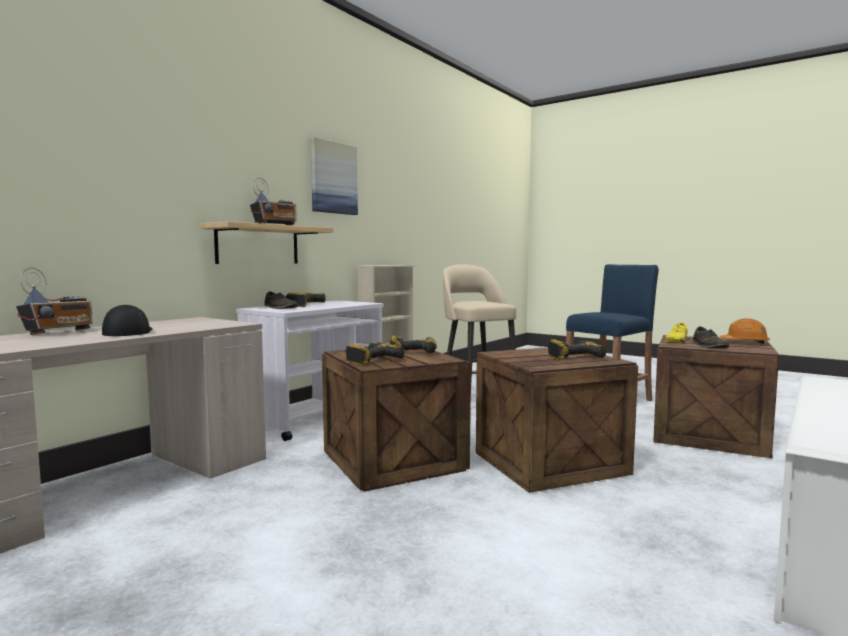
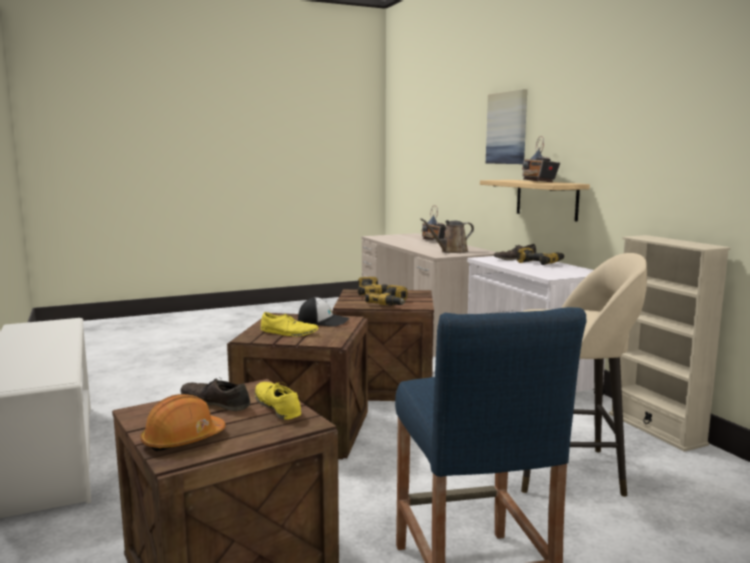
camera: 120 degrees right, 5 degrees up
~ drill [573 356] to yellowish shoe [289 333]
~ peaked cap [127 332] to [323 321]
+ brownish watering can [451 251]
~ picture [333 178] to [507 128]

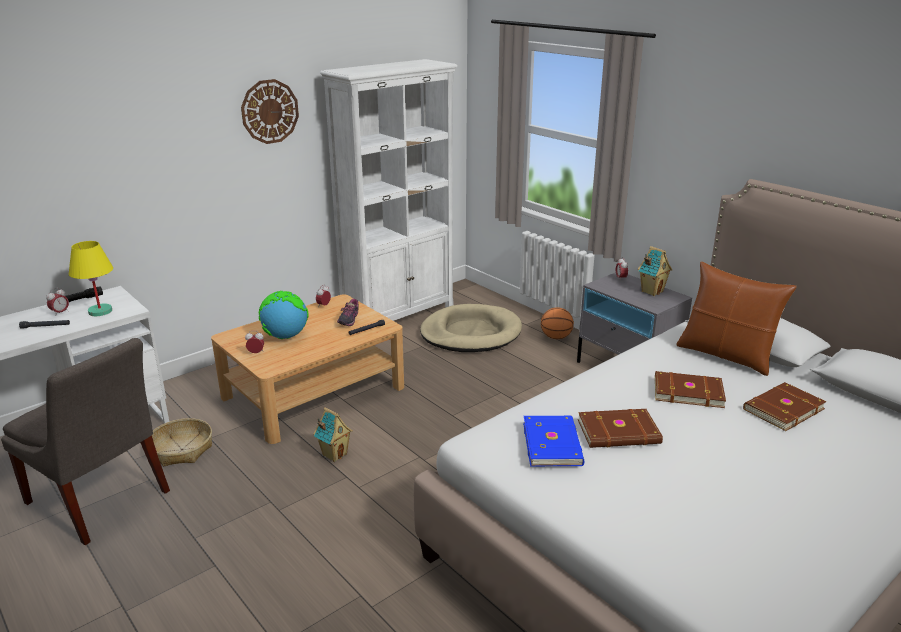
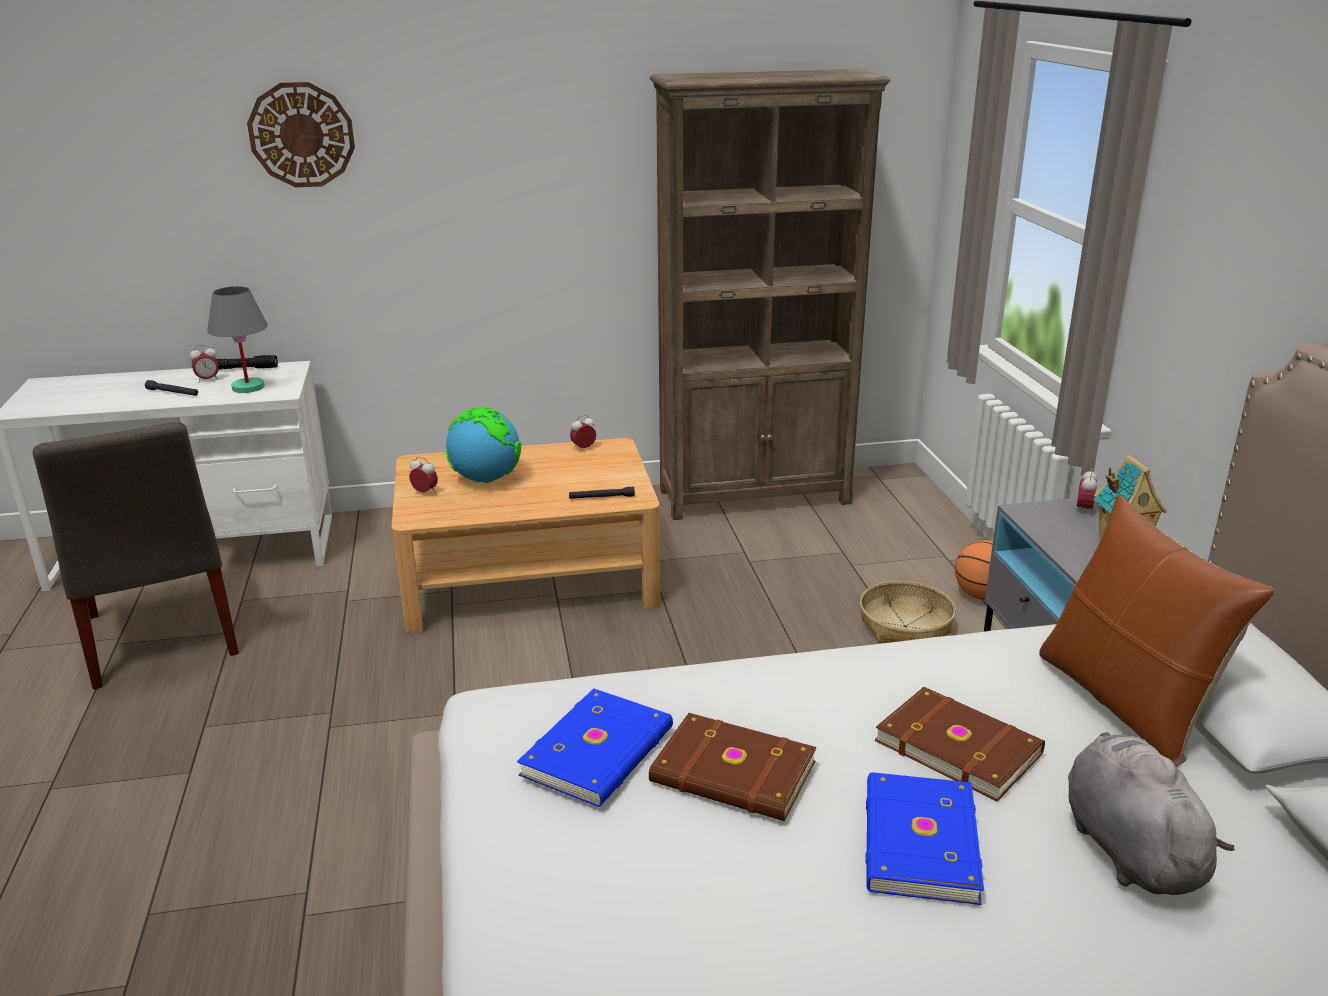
camera: 30 degrees right, 0 degrees up
~ yellowish tabletop lamp [100 311] to grey tabletop lamp [248 387]
~ wall clock [270 111] to [301 135]
~ white bookshelf [399 315] to brownish bookshelf [755 496]
~ storage basket [182 449] to [905 626]
+ blue book [917 843]
~ brownish book [782 408] to grey cuddly toy [1128 846]
- model house [334 454]
- shoe [348 321]
- sand-coloured pet bed [471 333]

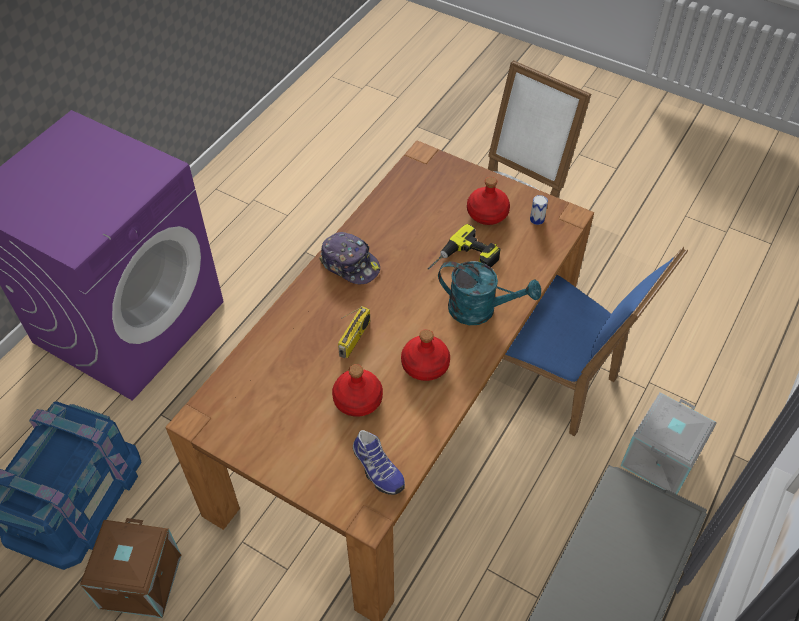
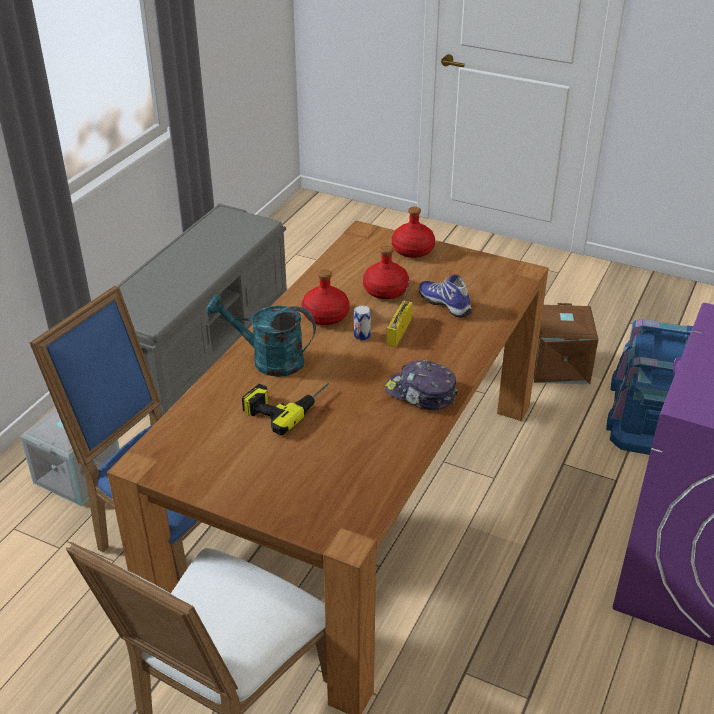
camera: 175 degrees right, 15 degrees down
~ sealed can [537 219] to [362 335]
~ red drink bottle [487 214] to [413 250]
~ shoe [376 469] to [445 304]

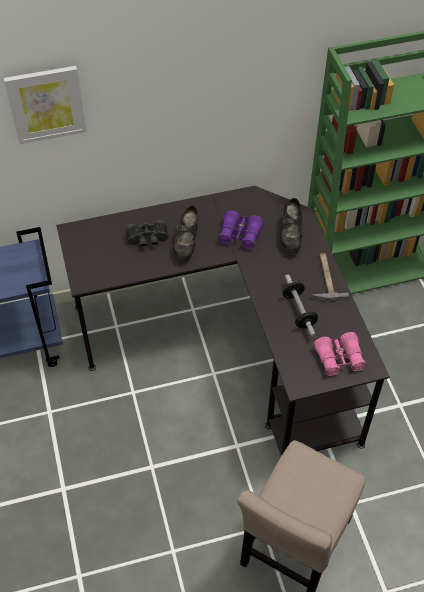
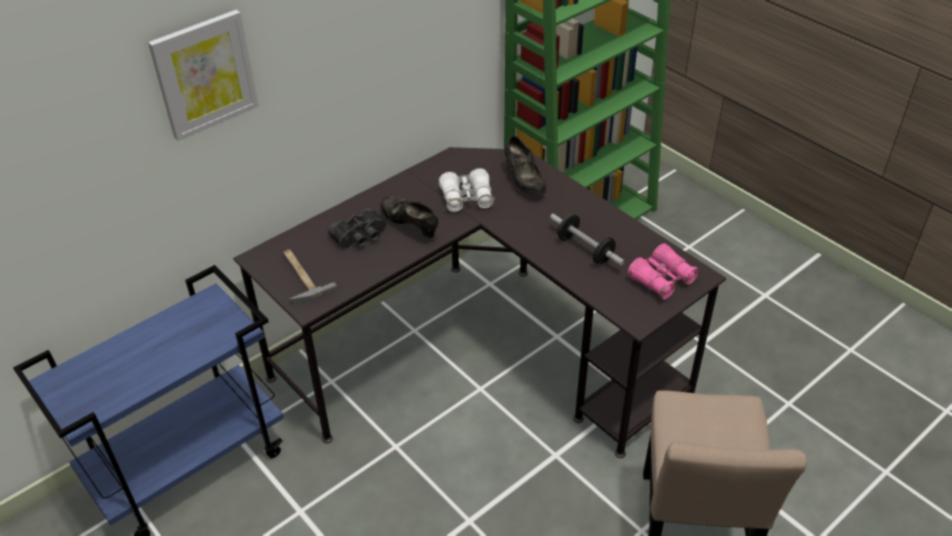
camera: 25 degrees left, 10 degrees down
~ hammer [325 278] to [300 276]
~ black-coloured shoe [186 243] = [410 226] 150 degrees clockwise
~ purple-coloured pair of binoculars [240 235] to white pair of binoculars [467 198]

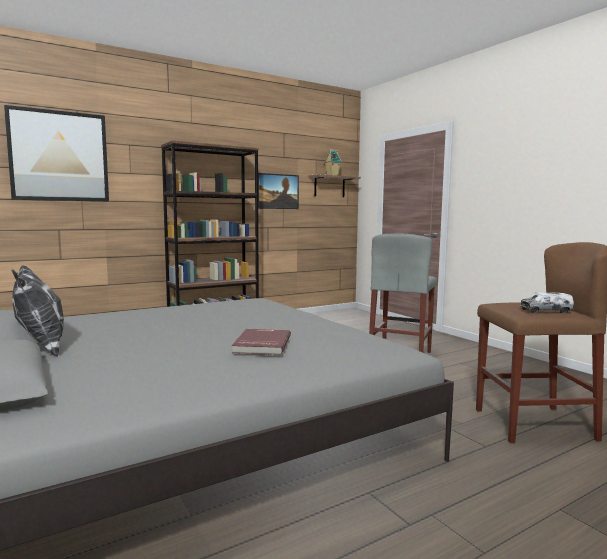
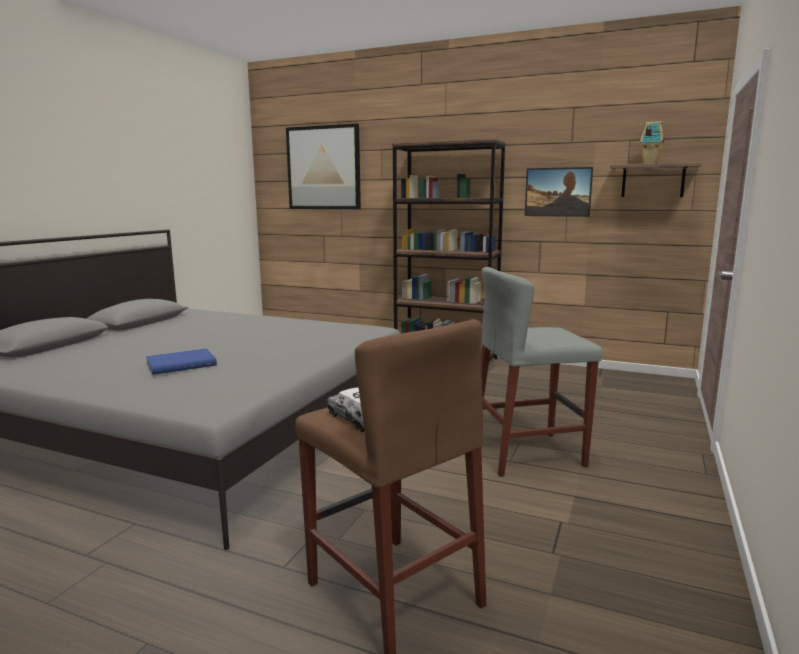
camera: 55 degrees right, 5 degrees up
~ red book [261 344] to blue book [181 364]
- cushion [41 348]

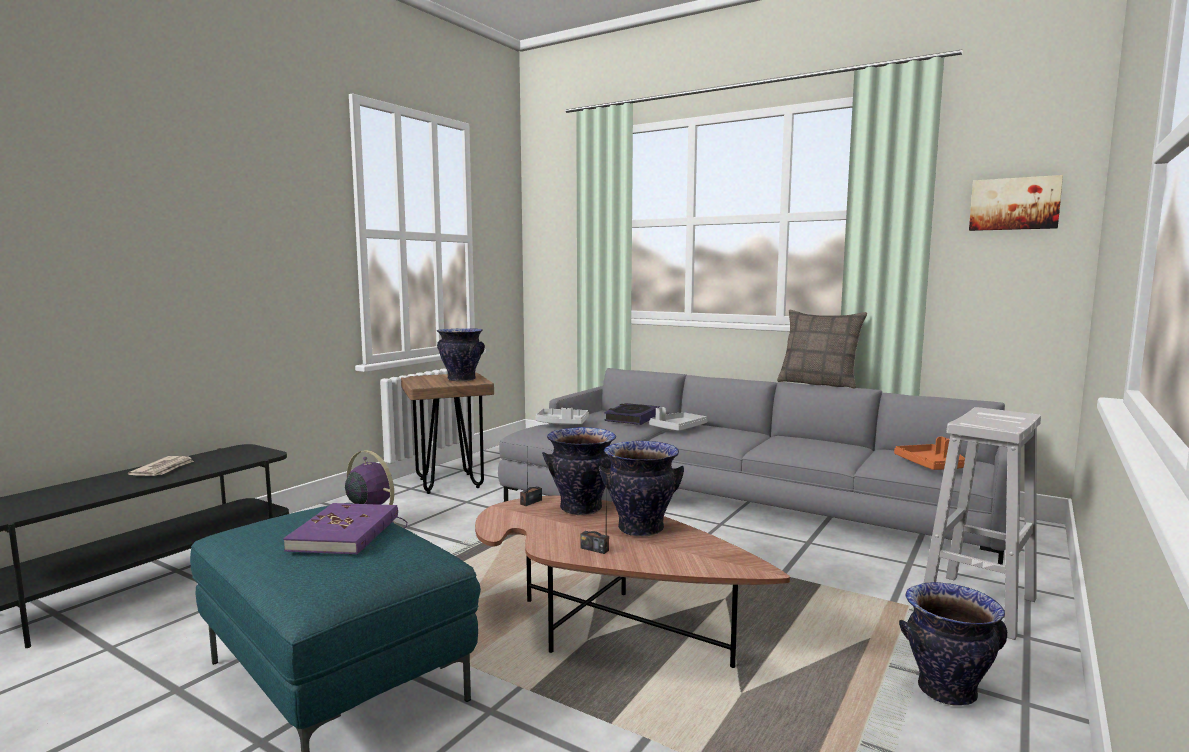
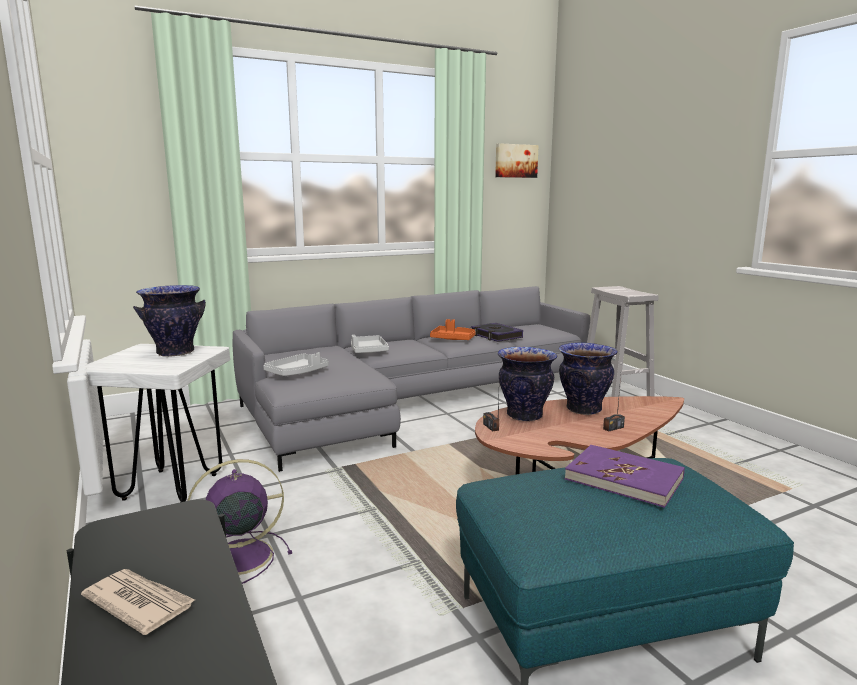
camera: 60 degrees left, 5 degrees up
~ brownish sitting stool [449 483] to white sitting stool [171 486]
~ orange-coloured serving tray [931 465] to [453 339]
~ book [632 418] to [496 336]
- cushion [819 383]
- vase [946 691]

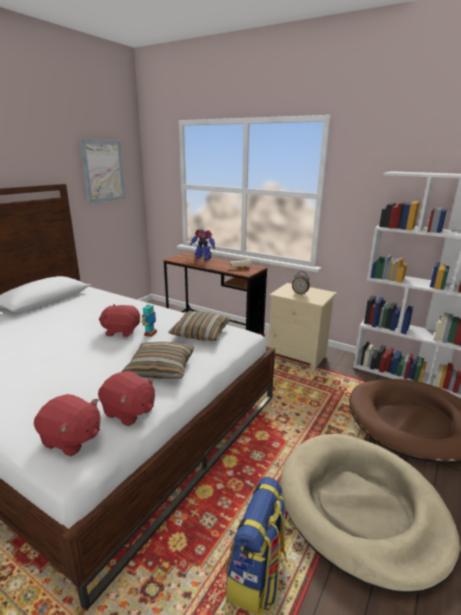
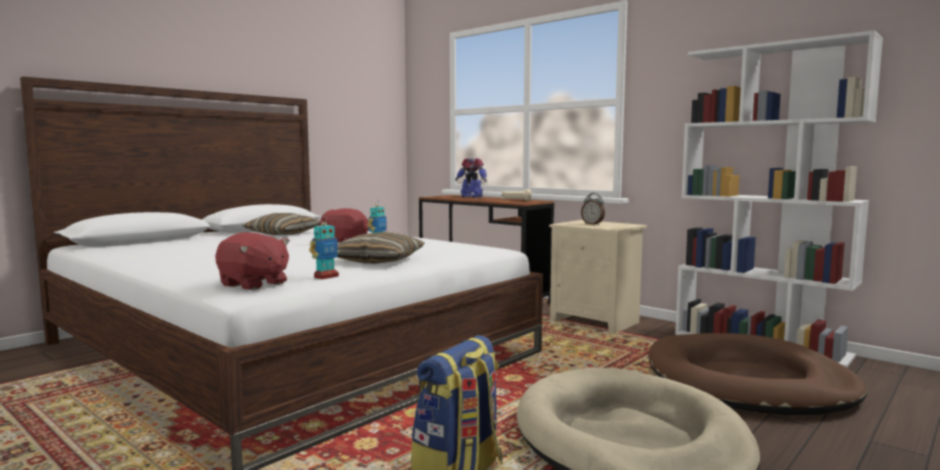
camera: 10 degrees right, 15 degrees down
~ cushion [201 333] to [283 233]
~ red cuddly toy [129 412] to robot figure [326 277]
- picture [103 171]

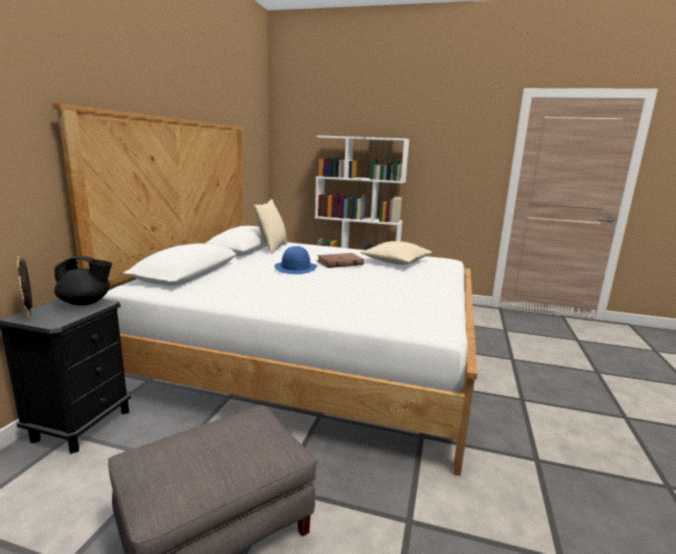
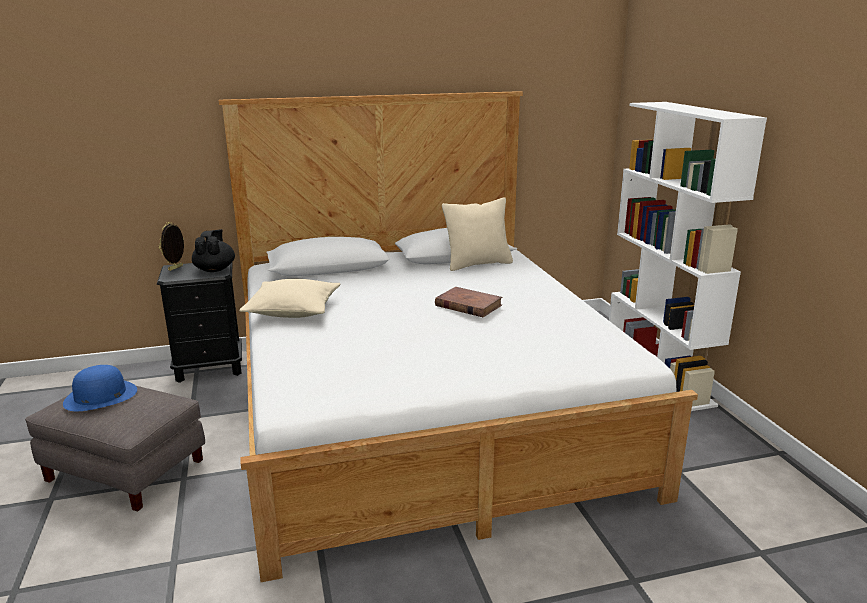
camera: 60 degrees right, 5 degrees up
~ blue hat [296 268] to [100 396]
~ black-coloured pot for tea [86 302] = [215 269] 150 degrees counterclockwise
~ sand-coloured cushion [396 262] to [293 310]

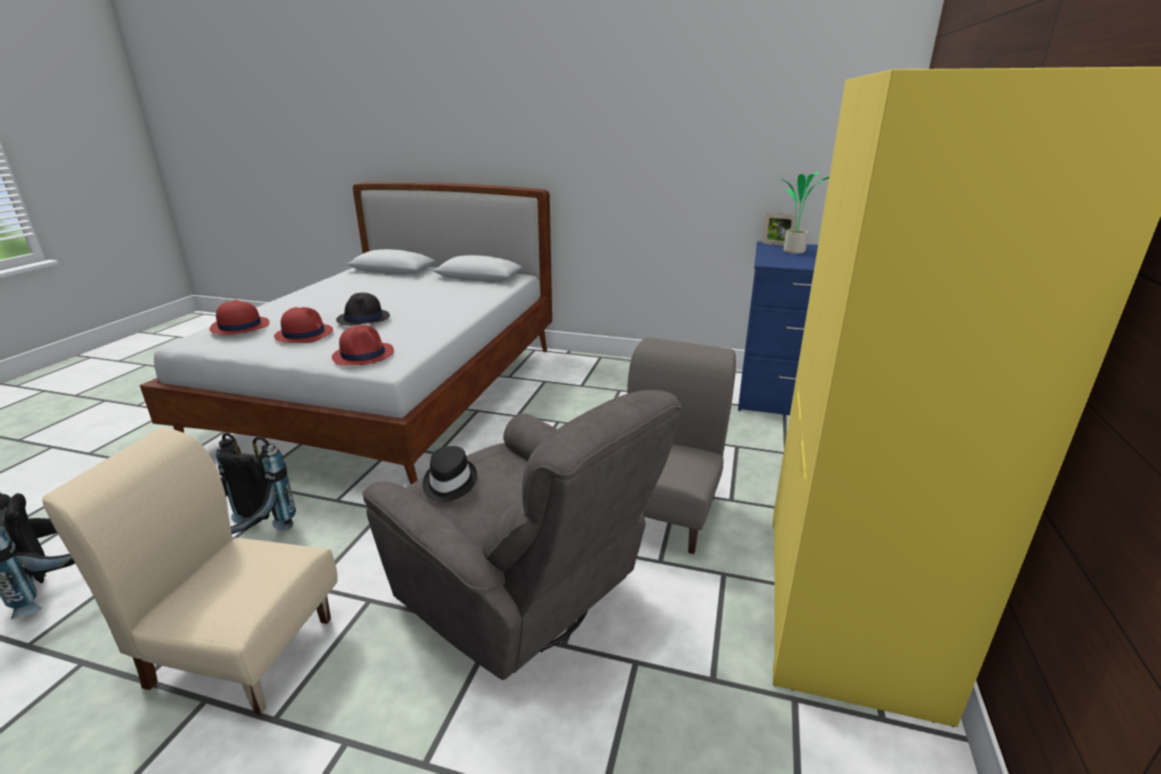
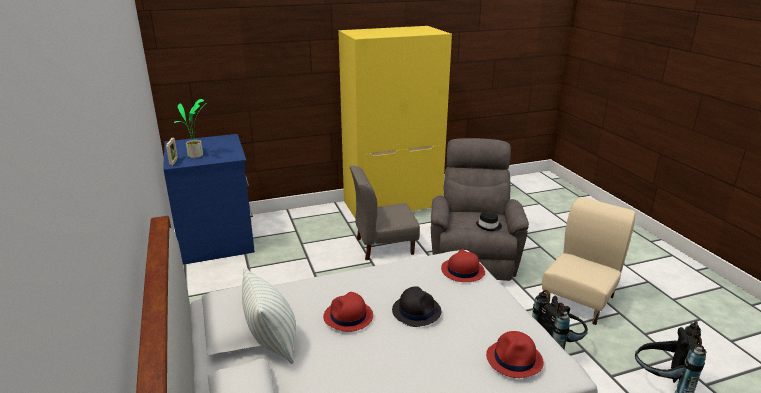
camera: 125 degrees left, 0 degrees up
+ cushion [272 342]
~ red hat [304 334] to [348 317]
~ sand-coloured plain chair [241 650] = [579 301] 120 degrees counterclockwise

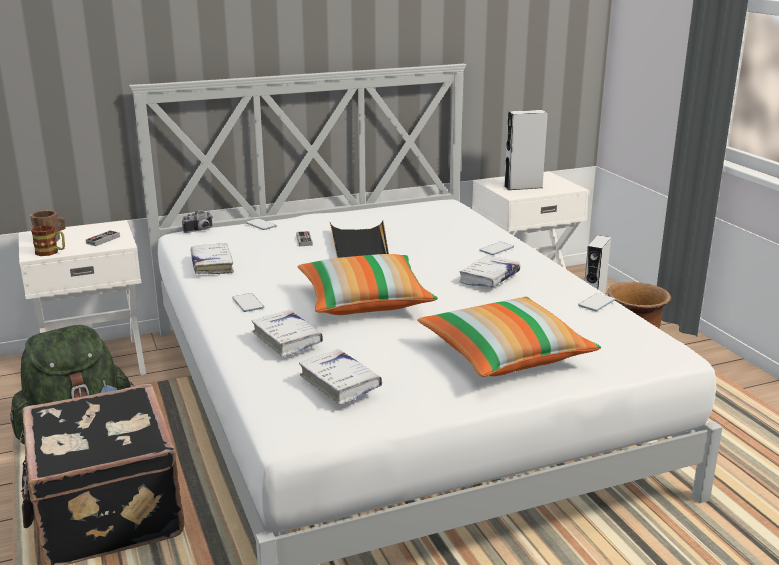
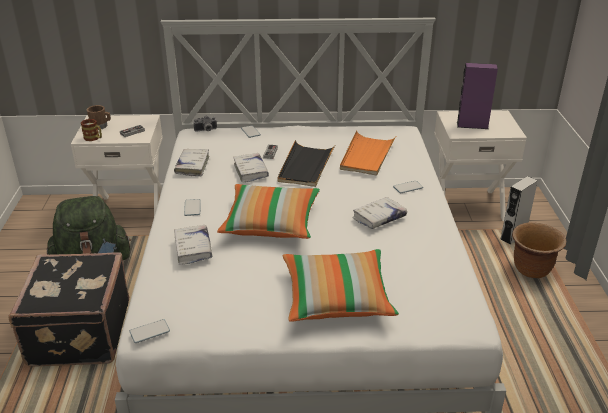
camera: 20 degrees right, 10 degrees up
~ telephone [596 303] to [149 332]
~ white book [340 383] to [251 171]
+ orange-coloured serving tray [367 156]
~ grey speaker [523 187] to purple-coloured speaker [472 125]

